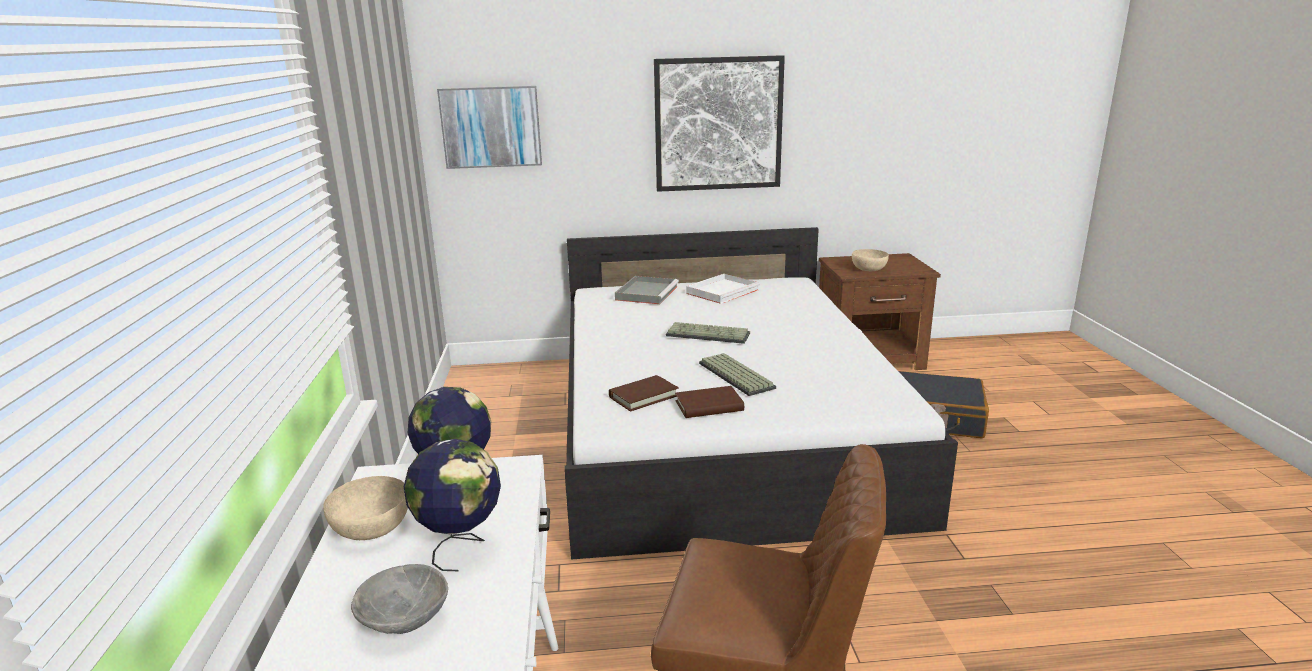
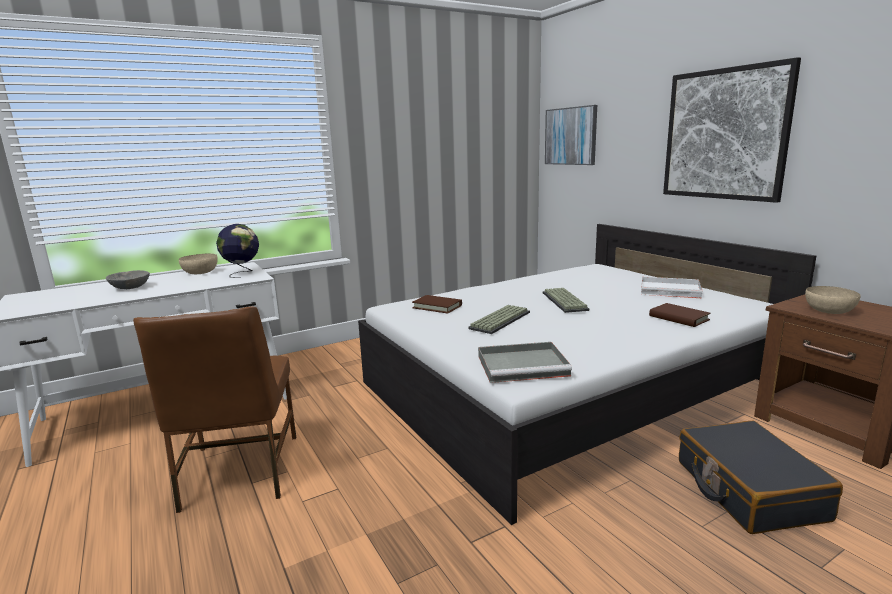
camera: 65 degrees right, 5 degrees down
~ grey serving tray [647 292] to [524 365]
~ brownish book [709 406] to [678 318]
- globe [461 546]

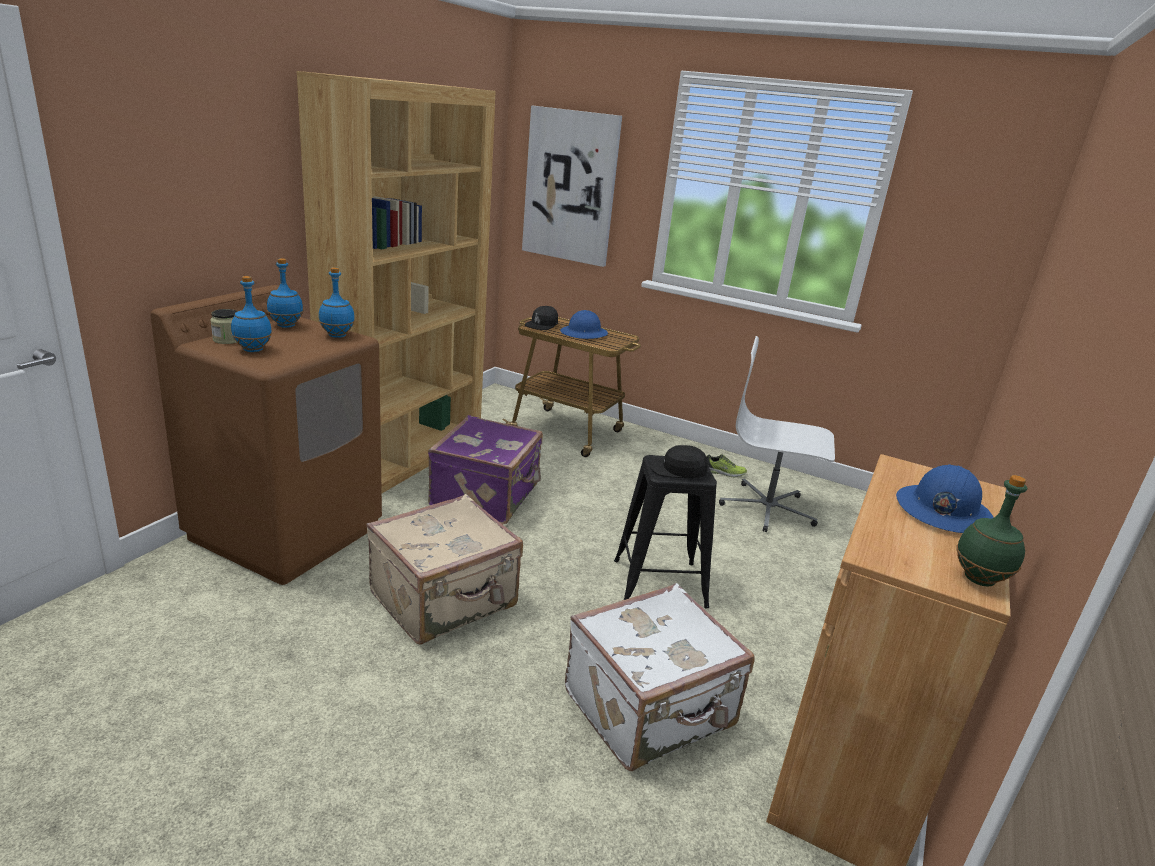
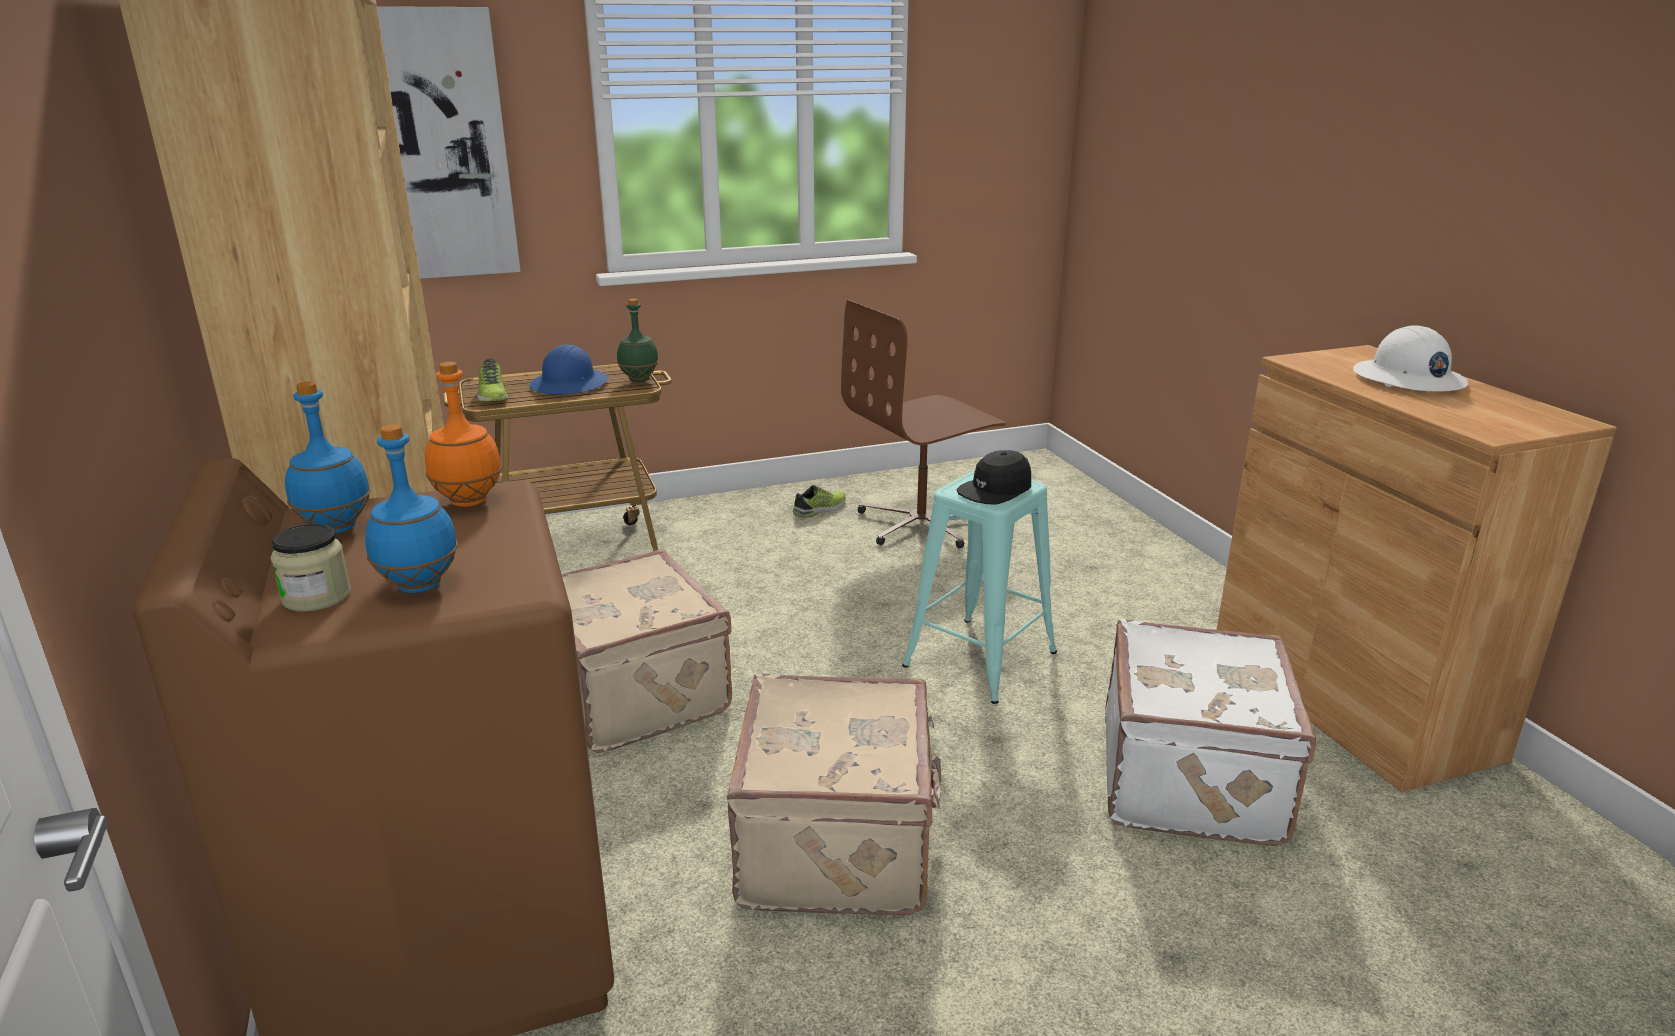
camera: 45 degrees left, 0 degrees up
~ blue drink bottle [337 335] to orange-coloured drink bottle [468 501]
~ black-coloured peaked cap [542 325] to shoe [492 394]
~ purple-coloured suitcase [487 497] to sand-coloured suitcase [637 693]
~ greenish drink bottle [979 579] to [639 380]
~ white computer chair [768 509] to brownish computer chair [922 523]
~ black-coloured sitting stool [659 583] to turquoise-coloured sitting stool [980 659]
~ blue hard hat [942 511] to white hard hat [1407 379]

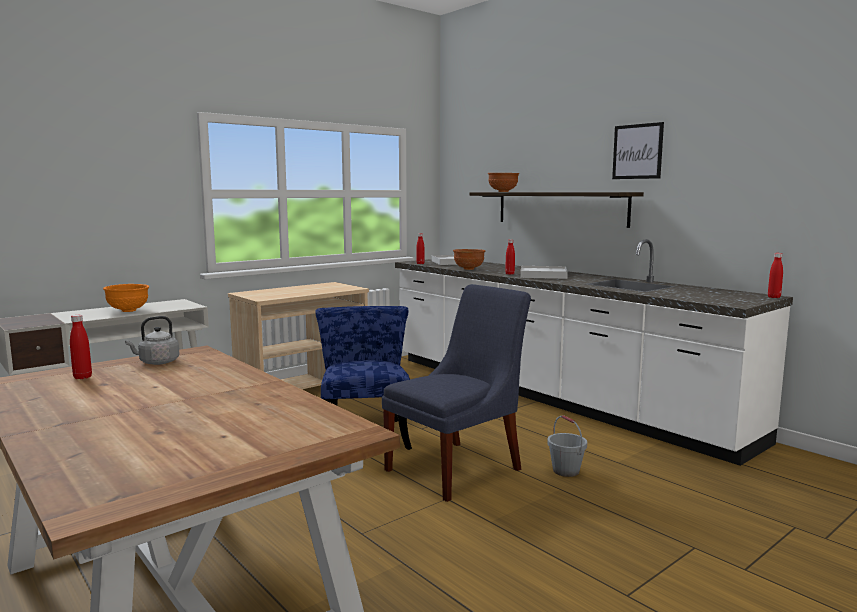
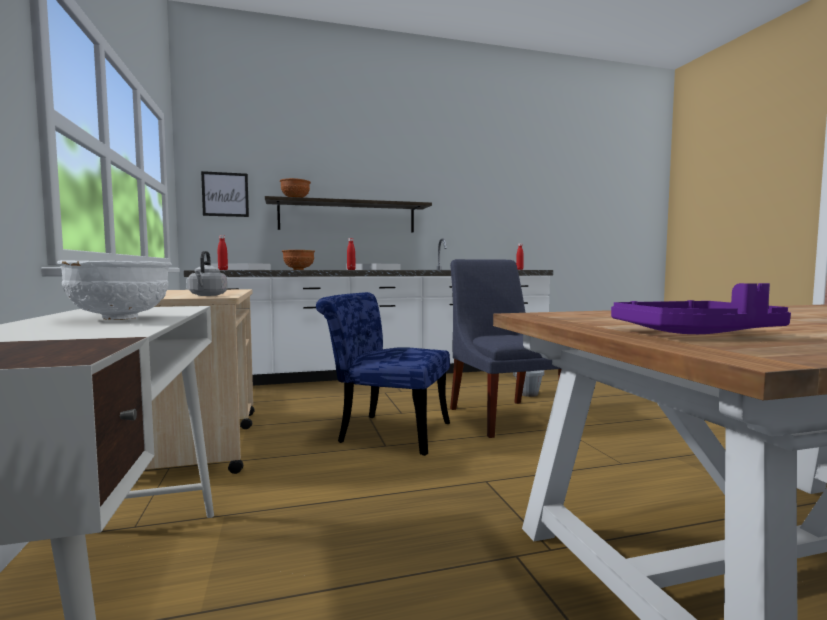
camera: 65 degrees left, 5 degrees down
~ orange-coloured deep dish [128 311] to white deep dish [121 318]
~ grey water kettle [157 362] to [207 295]
~ picture [637 151] to [225 194]
~ red drink bottle [82 377] to purple-coloured serving tray [694 333]

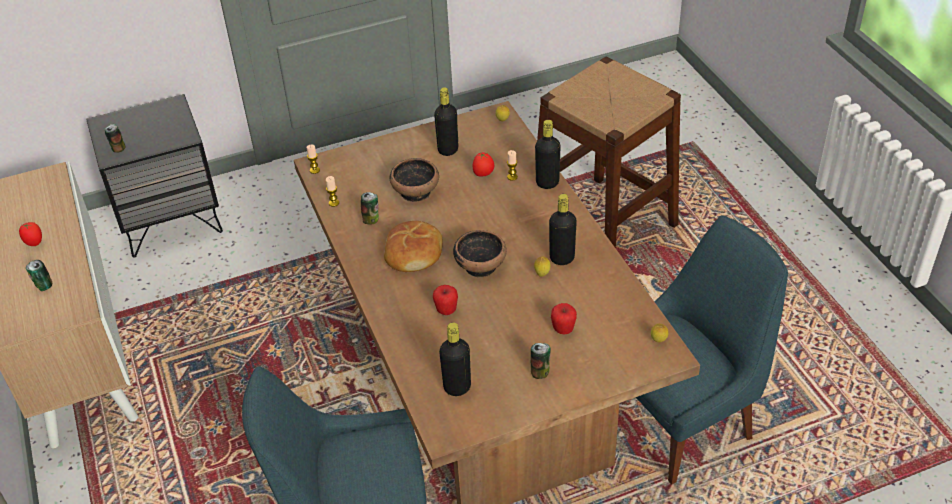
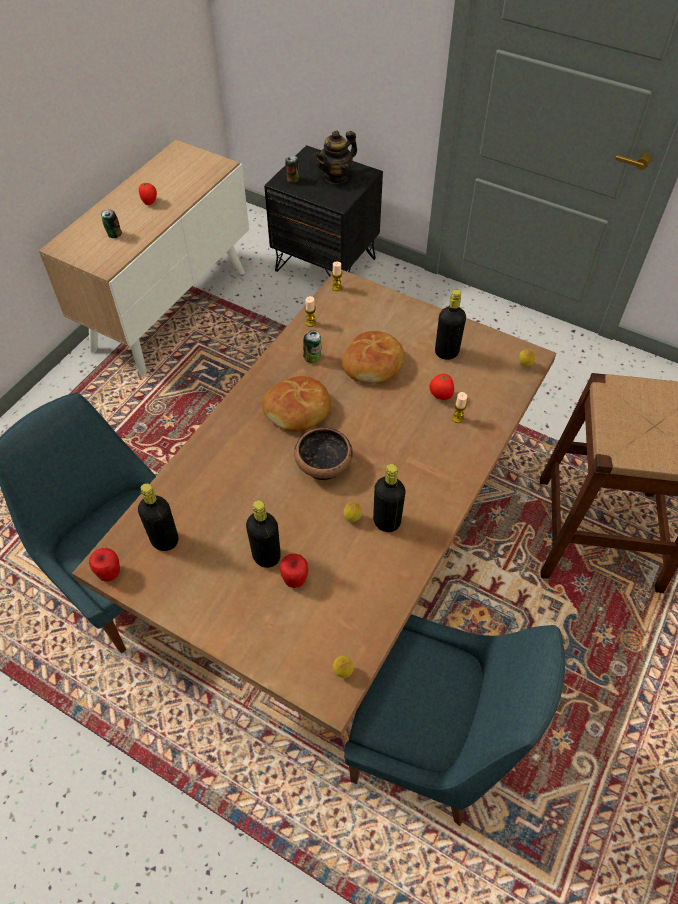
camera: 50 degrees right, 10 degrees up
~ apple fruit [446 310] to [109 573]
~ black-coloured drink bottle [547 183] to [266 556]
+ pot for tea [336 176]
~ deep dish [416 191] to bakery bread [373 364]
- sealed can [540 372]

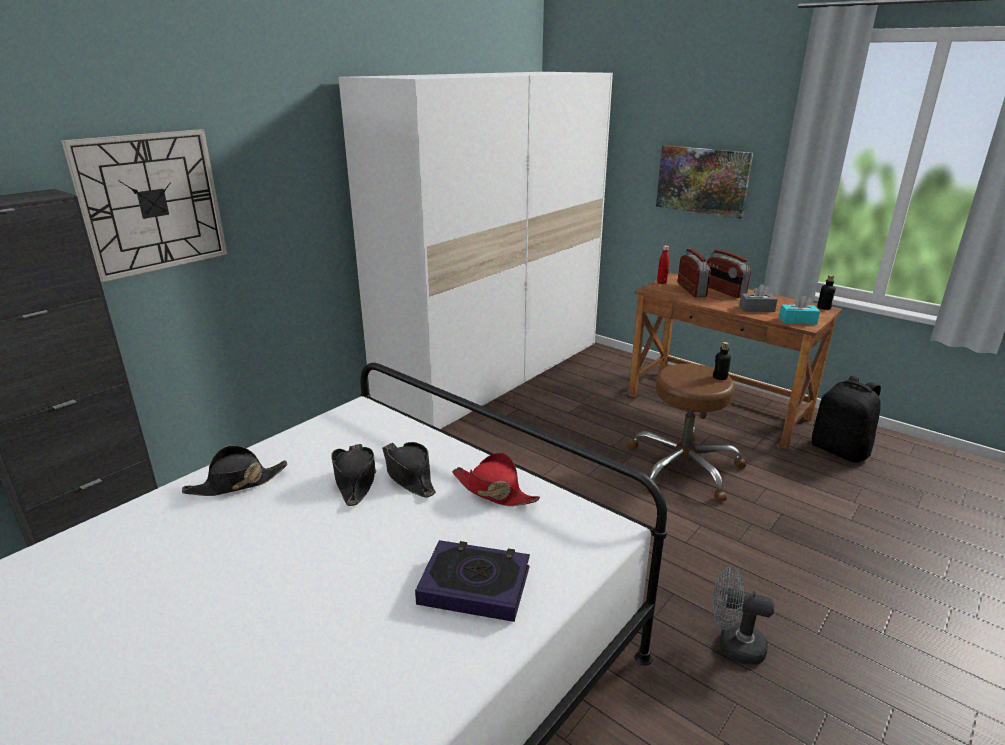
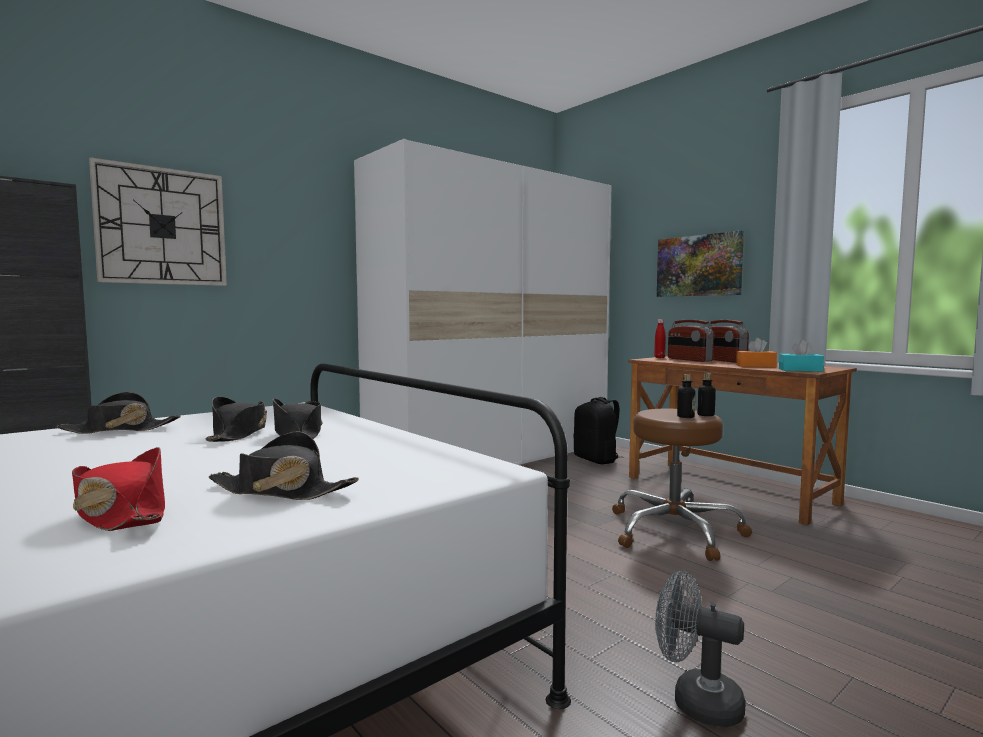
camera: 10 degrees right, 20 degrees down
~ red hat [493 491] to [122 513]
~ book [474 585] to black-coloured hat [281 491]
~ black-coloured backpack [840 450] to [597 460]
~ radio set [692 290] = [689 360] 150 degrees clockwise
~ drink bottle [824 308] to [685 417]
~ grey box of tissues [756 309] to orange-coloured box of tissues [755 366]

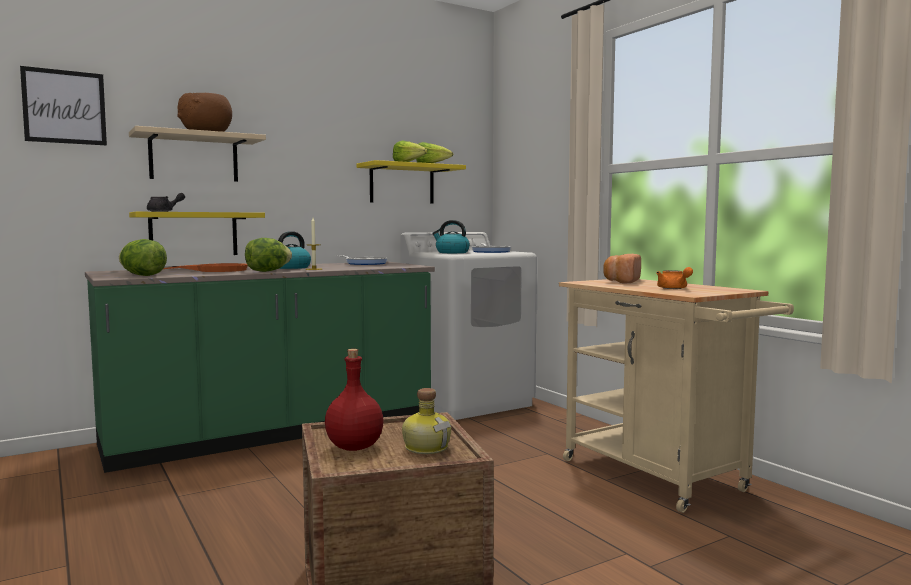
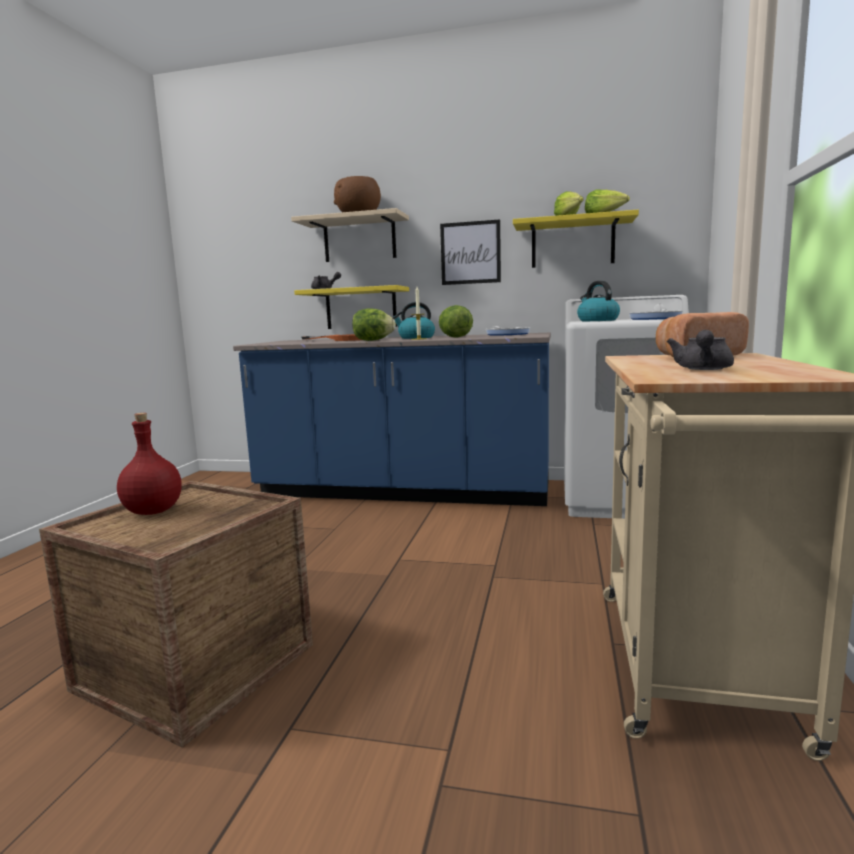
camera: 45 degrees right, 5 degrees up
~ greenish kitchen counter [273 432] to blue kitchen counter [403 491]
~ lettuce head [143 275] to [455 337]
~ picture [64 107] to [470 253]
~ orange-coloured pot for tea [674 288] to grey pot for tea [702 369]
- drink bottle [426 447]

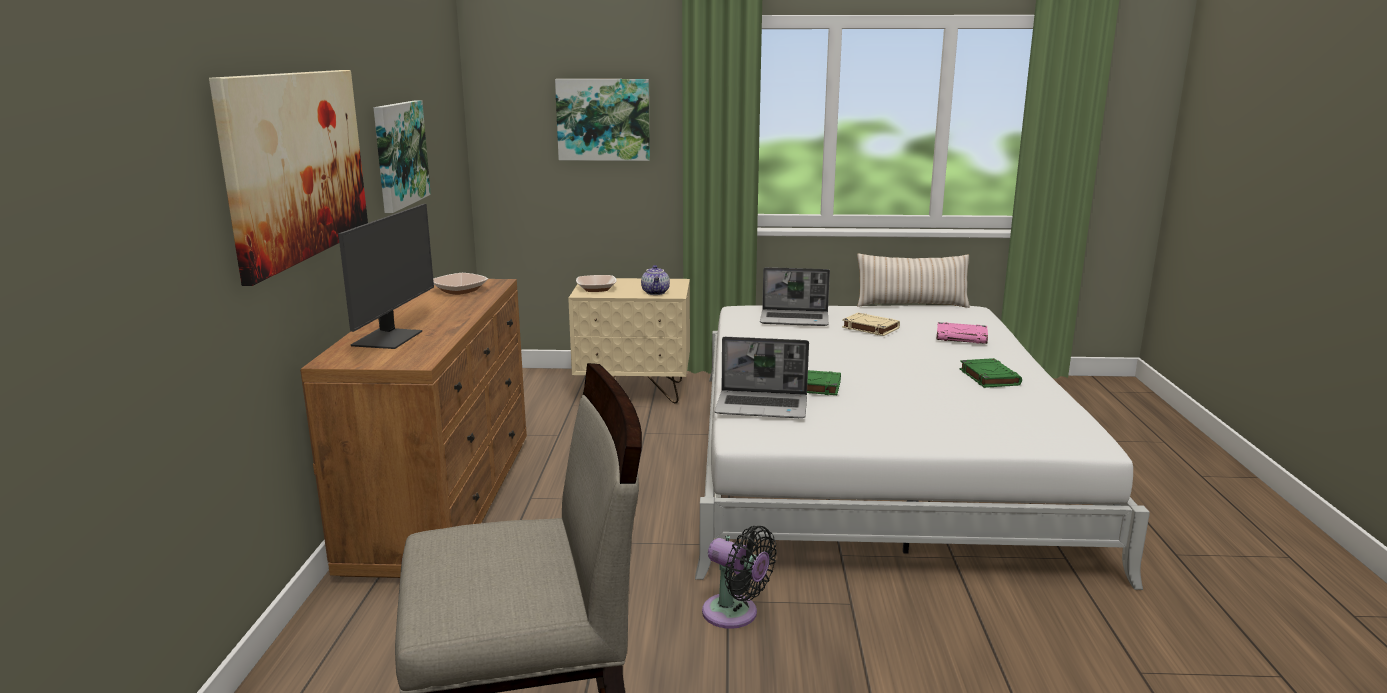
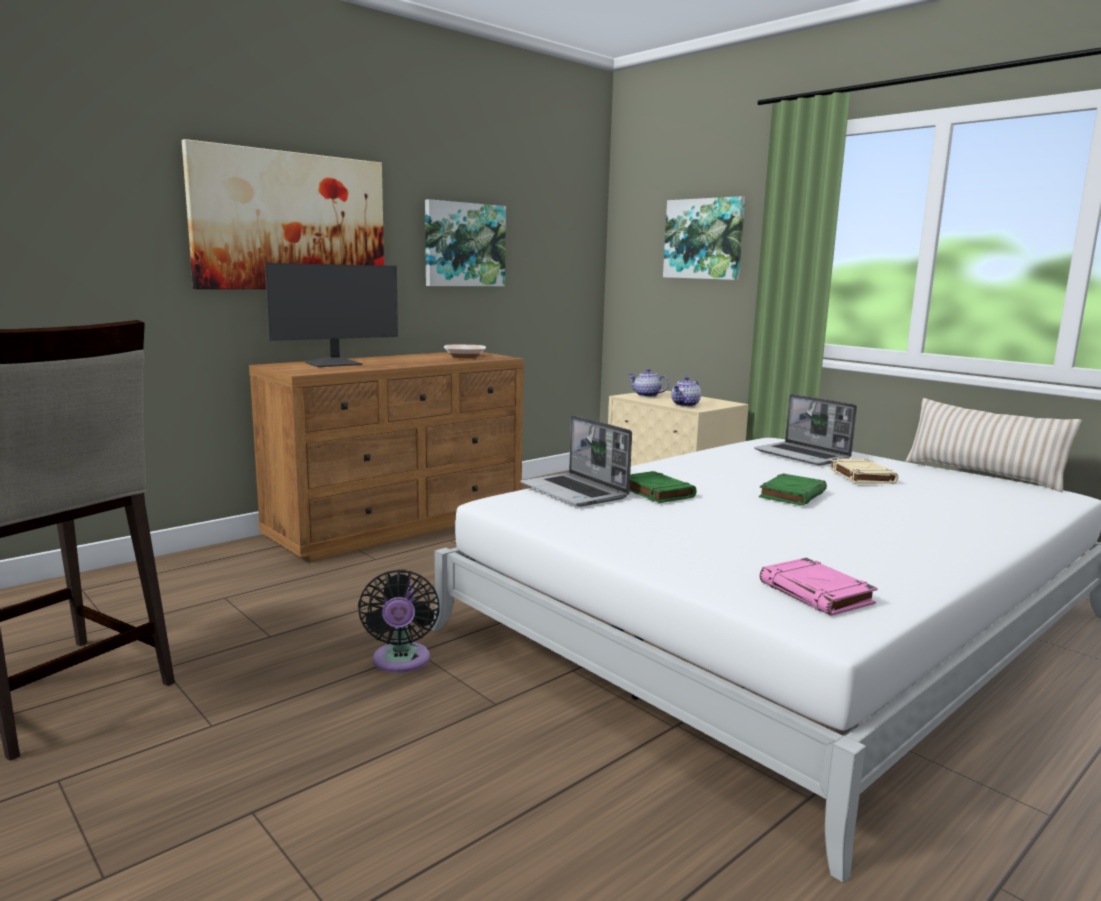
camera: 45 degrees right, 5 degrees down
~ deep dish [596 289] to pot for tea [646 395]
~ greenish book [988 377] to [792 494]
~ pink book [962 337] to [817 593]

